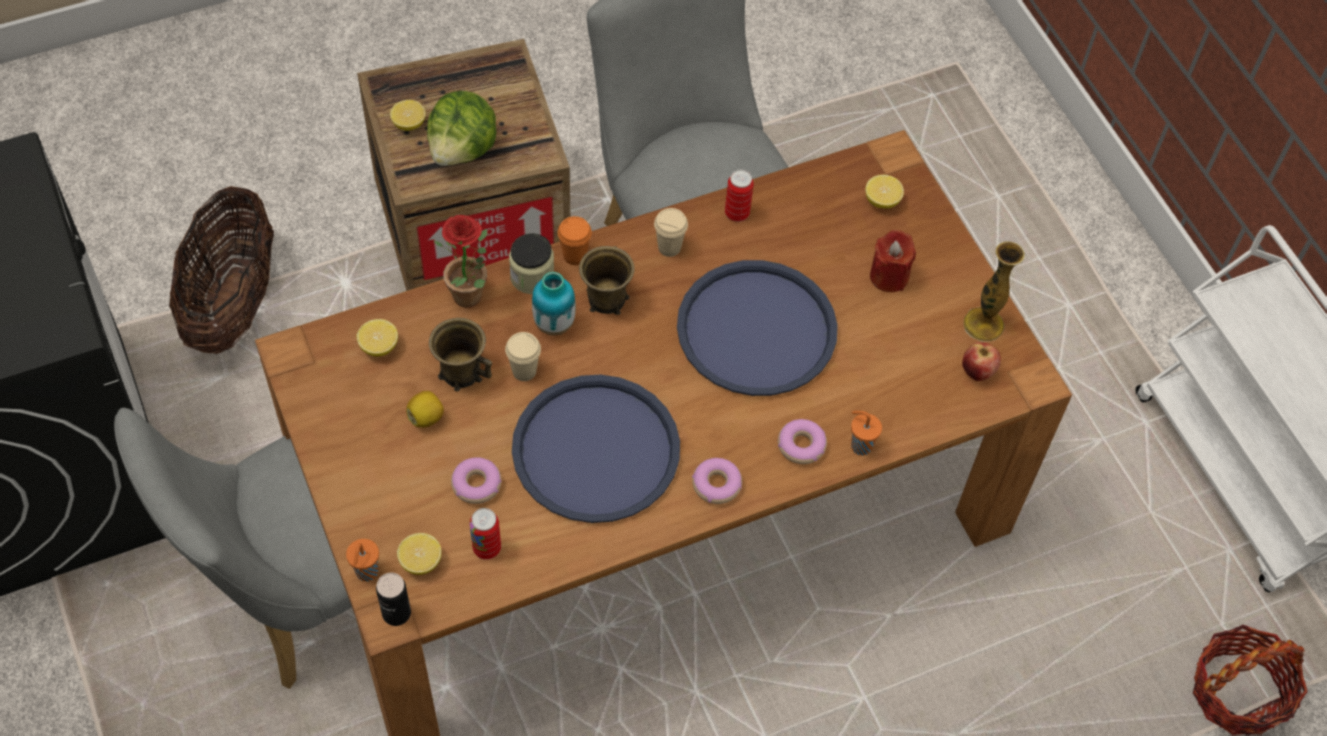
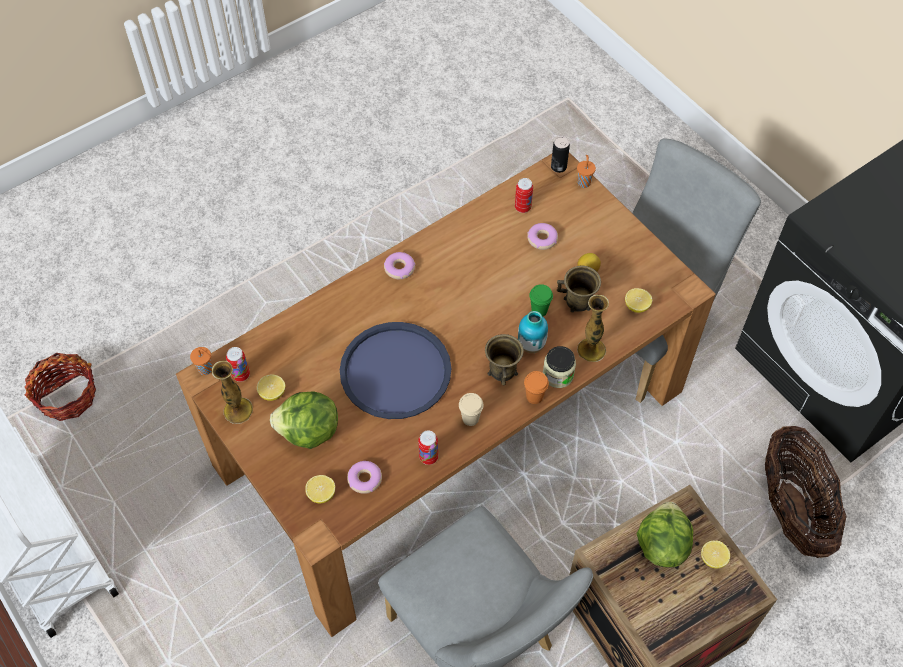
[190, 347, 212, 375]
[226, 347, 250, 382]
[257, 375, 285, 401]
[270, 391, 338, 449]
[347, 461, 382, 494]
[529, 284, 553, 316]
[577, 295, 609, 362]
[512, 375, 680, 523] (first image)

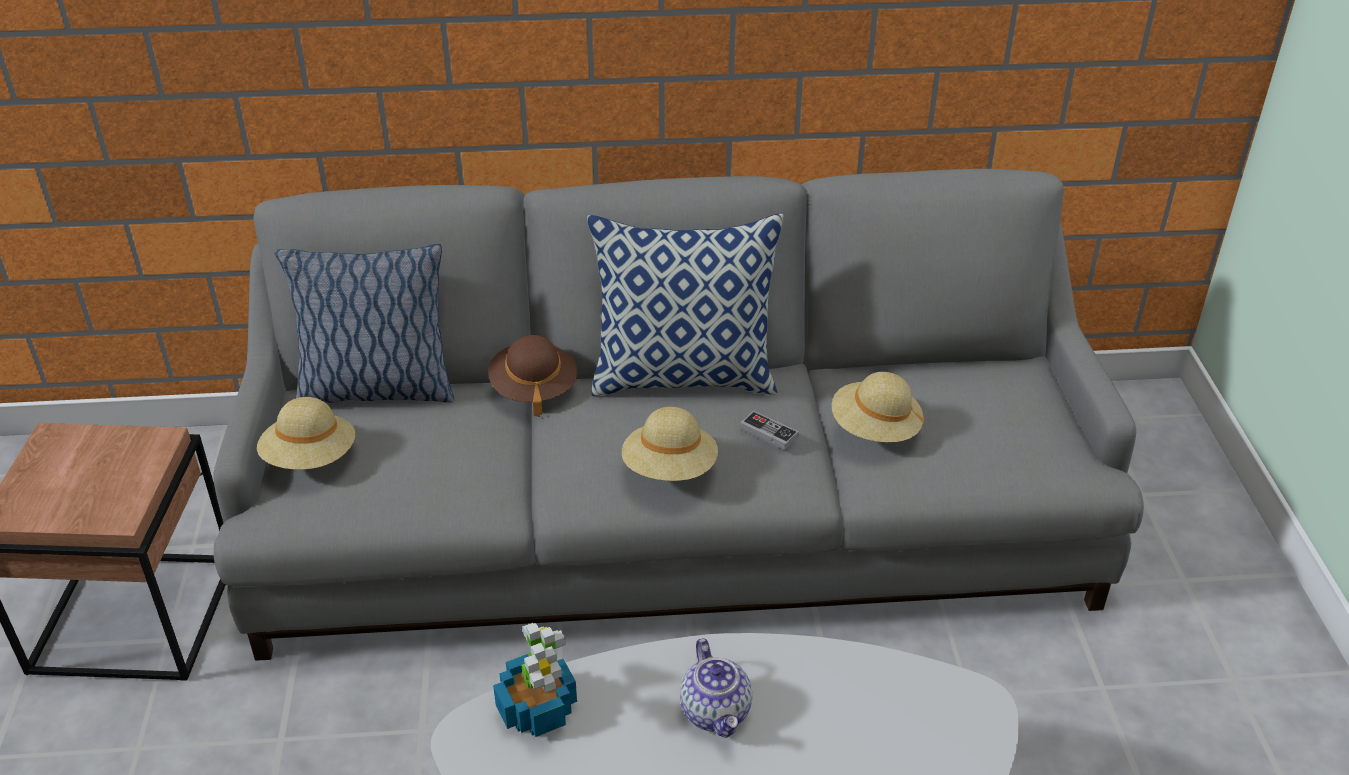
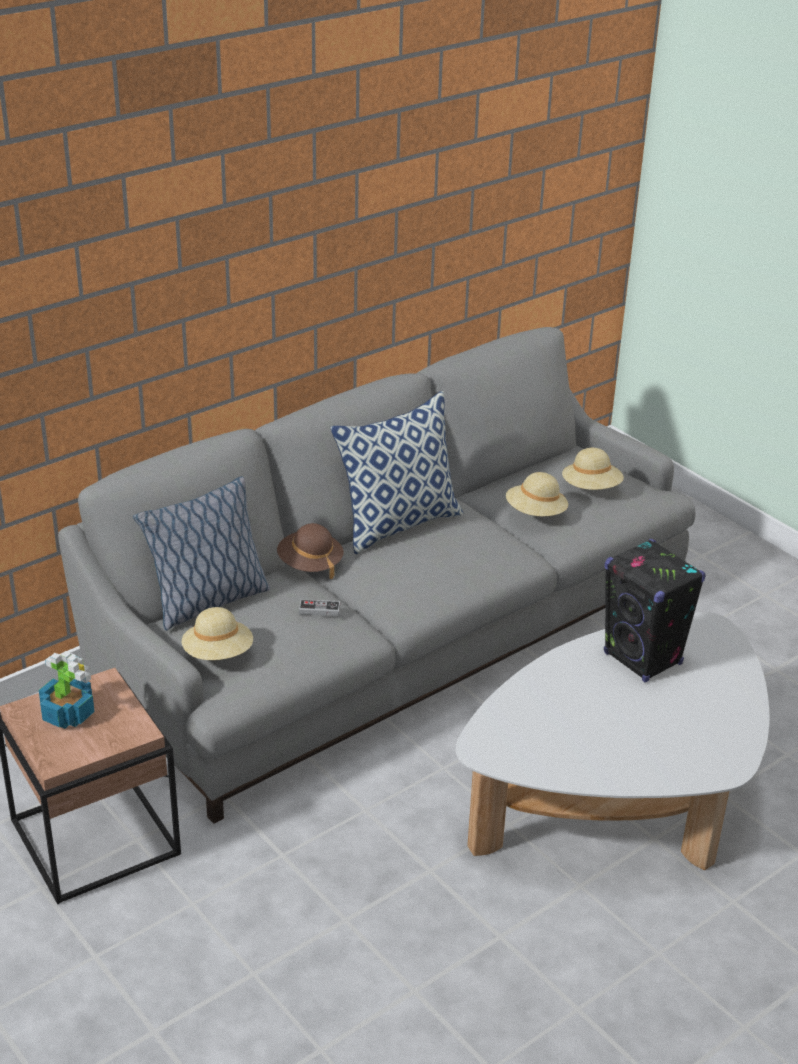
[39, 651, 95, 729]
[299, 599, 340, 616]
[562, 448, 624, 490]
[604, 539, 706, 682]
[680, 638, 752, 738] (first image)

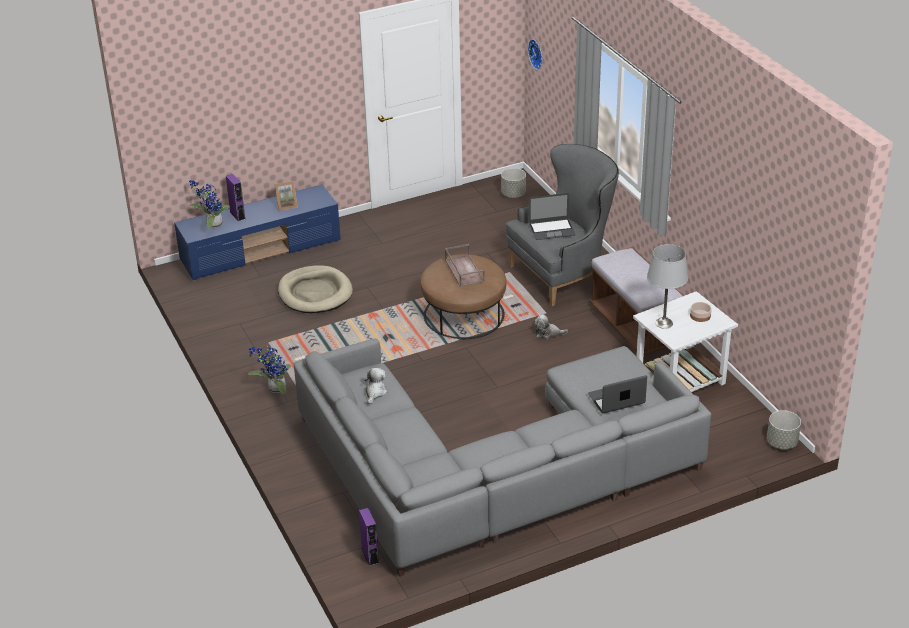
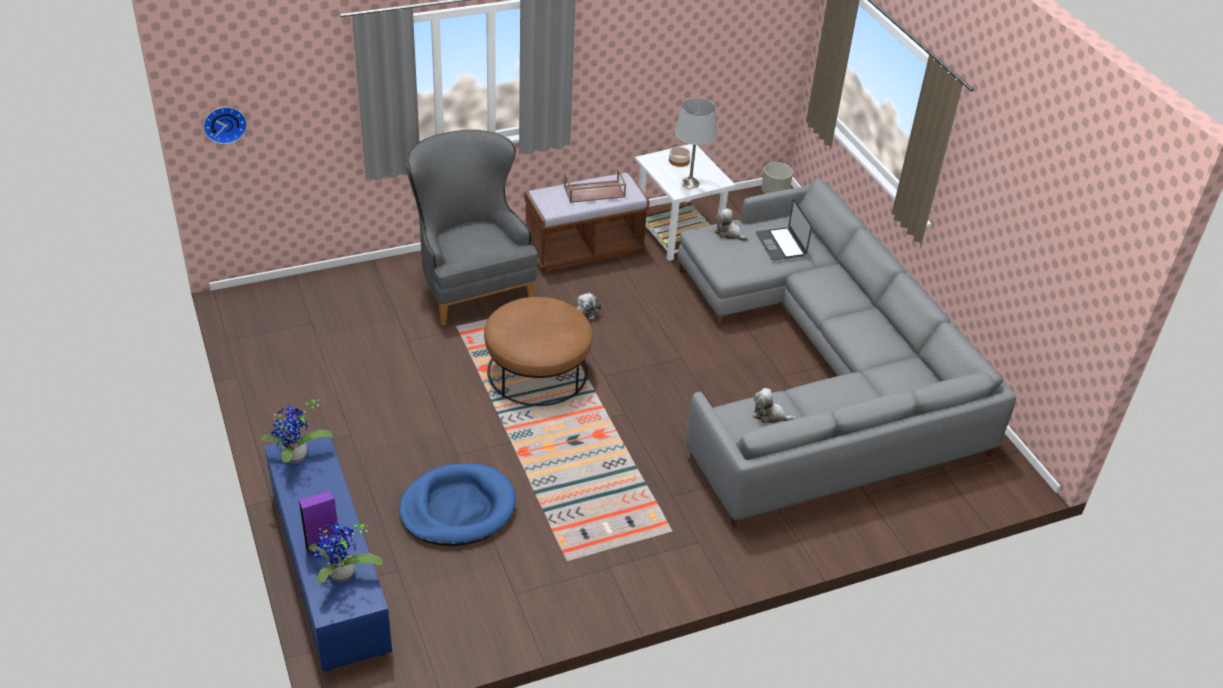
[260, 400, 333, 463]
[399, 463, 516, 546]
[564, 168, 626, 203]
[714, 208, 748, 241]
[275, 181, 298, 211] (first image)
[359, 508, 379, 566] (first image)
[501, 168, 526, 198] (first image)
[529, 193, 576, 240] (first image)

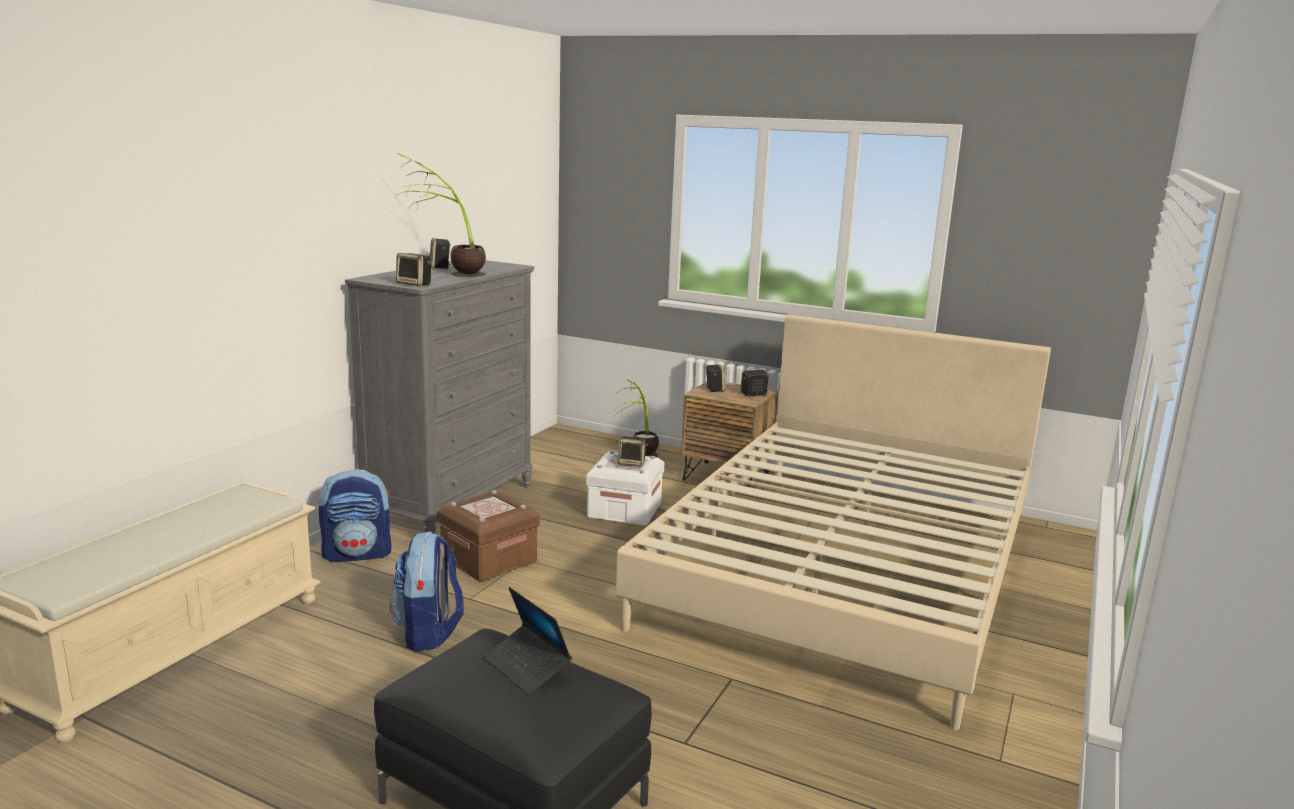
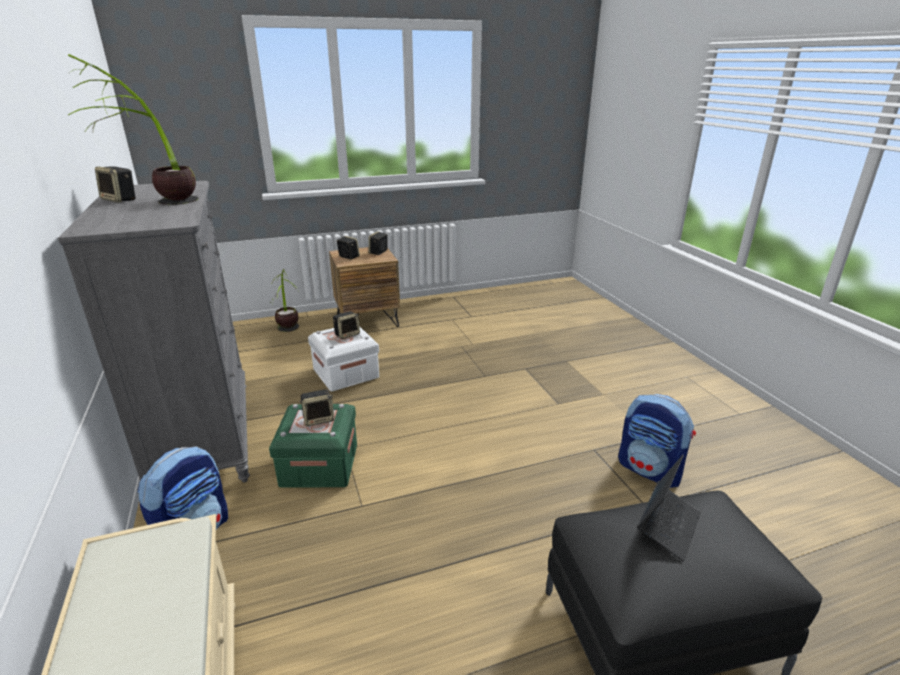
[269, 404, 357, 488]
[300, 389, 334, 426]
[618, 394, 696, 488]
[637, 455, 701, 561]
[616, 314, 1051, 730] (first image)

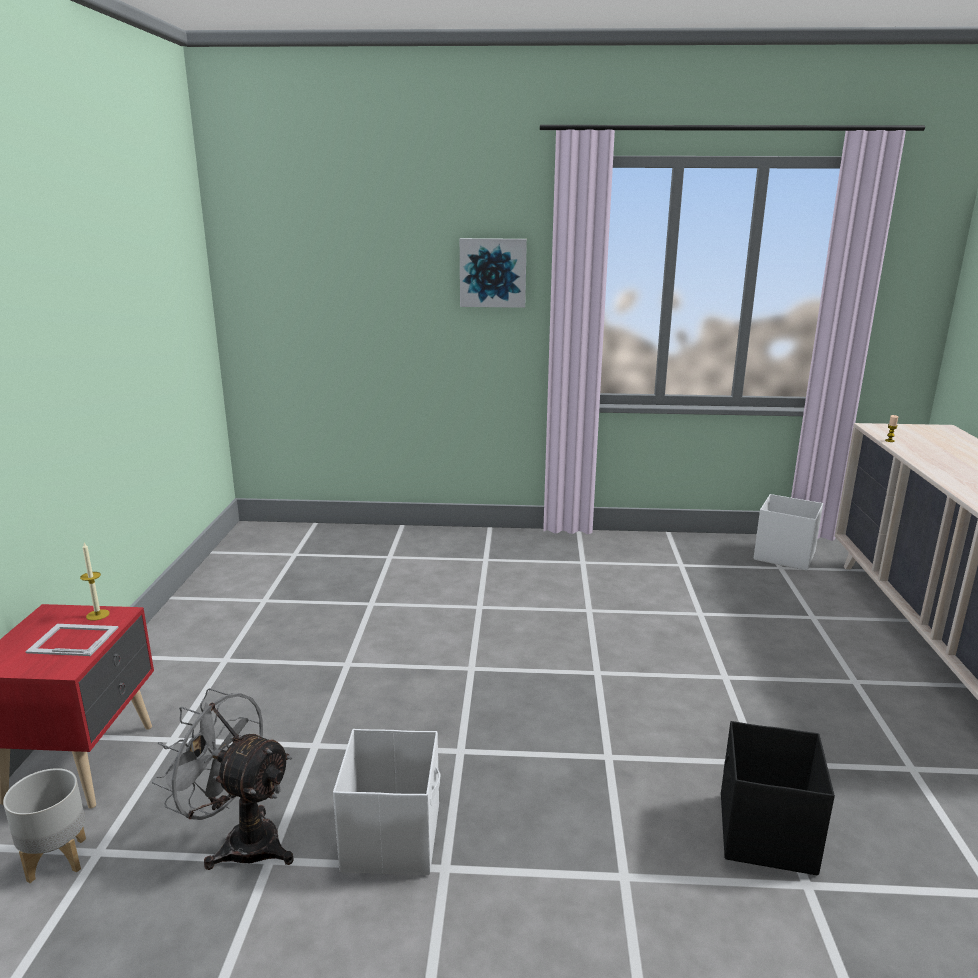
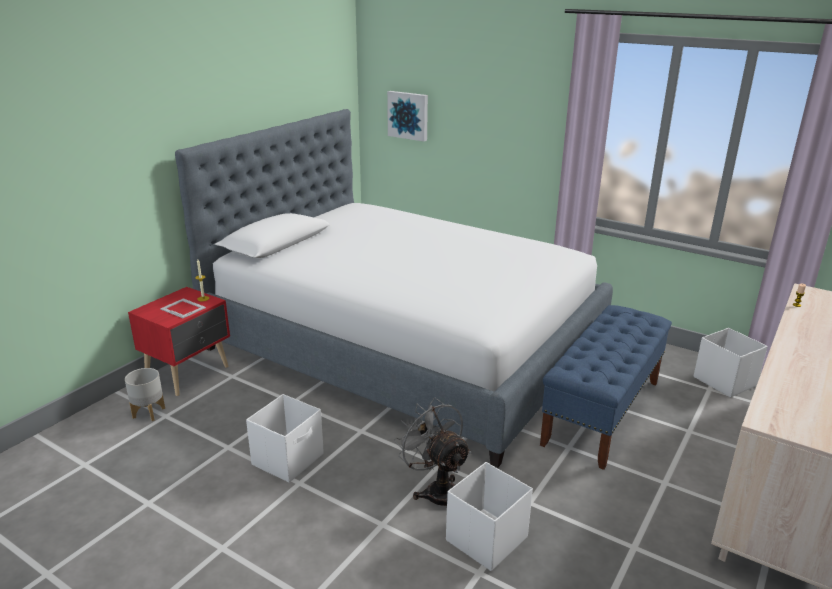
[175, 109, 613, 468]
[387, 91, 428, 142]
[394, 398, 472, 506]
[446, 462, 533, 571]
[540, 305, 672, 470]

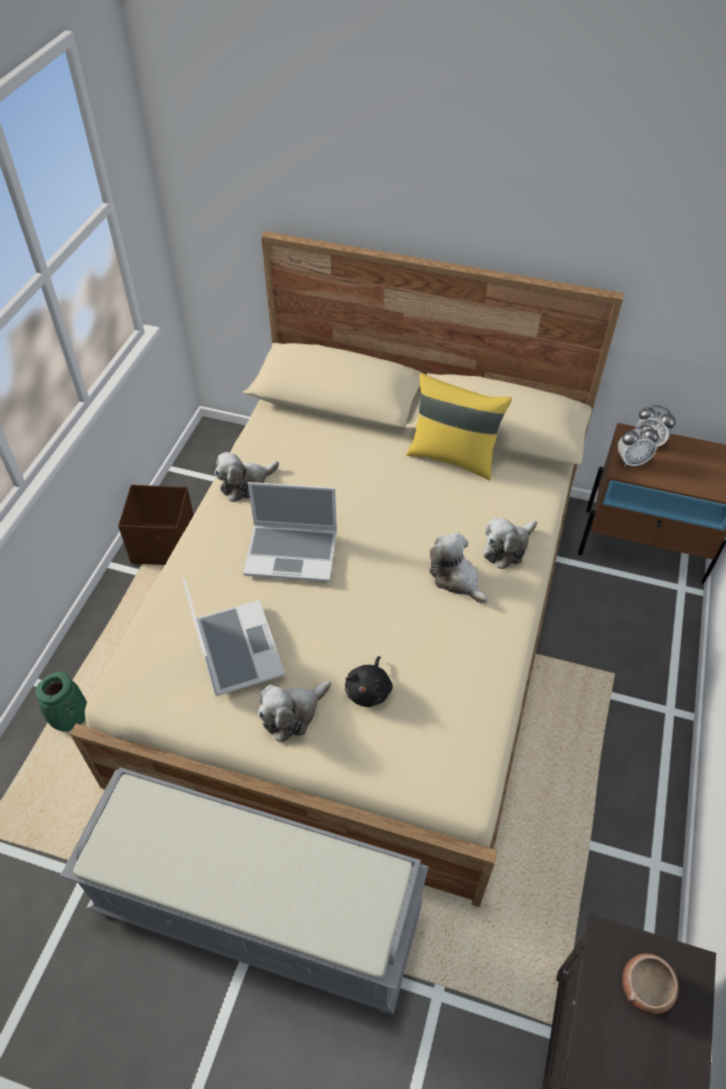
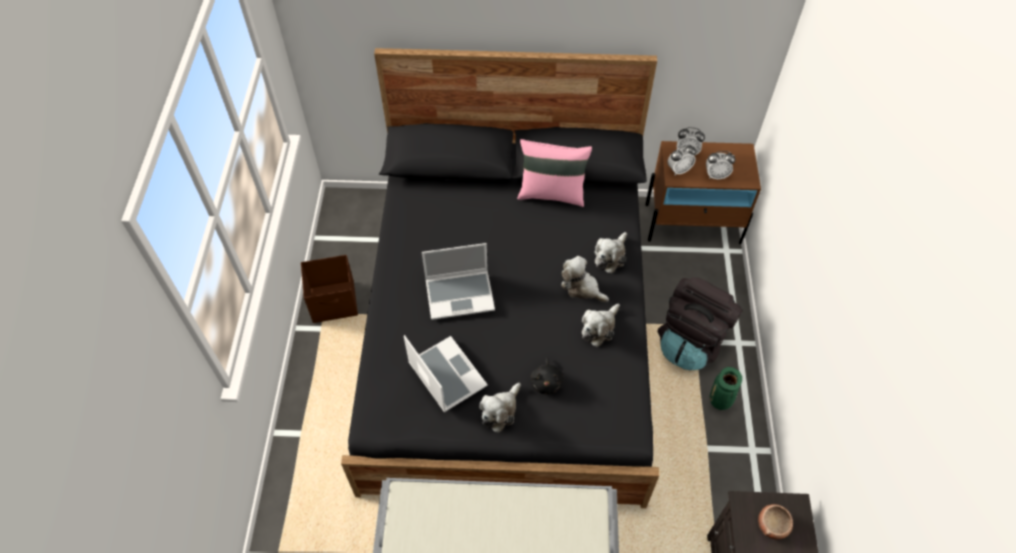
[341, 48, 659, 508]
[517, 139, 592, 207]
[582, 303, 620, 347]
[657, 277, 743, 370]
[706, 151, 735, 179]
[710, 367, 742, 410]

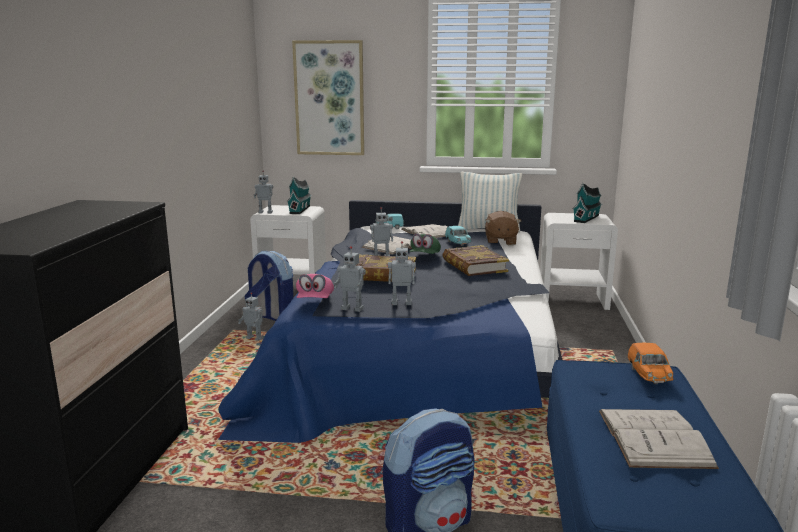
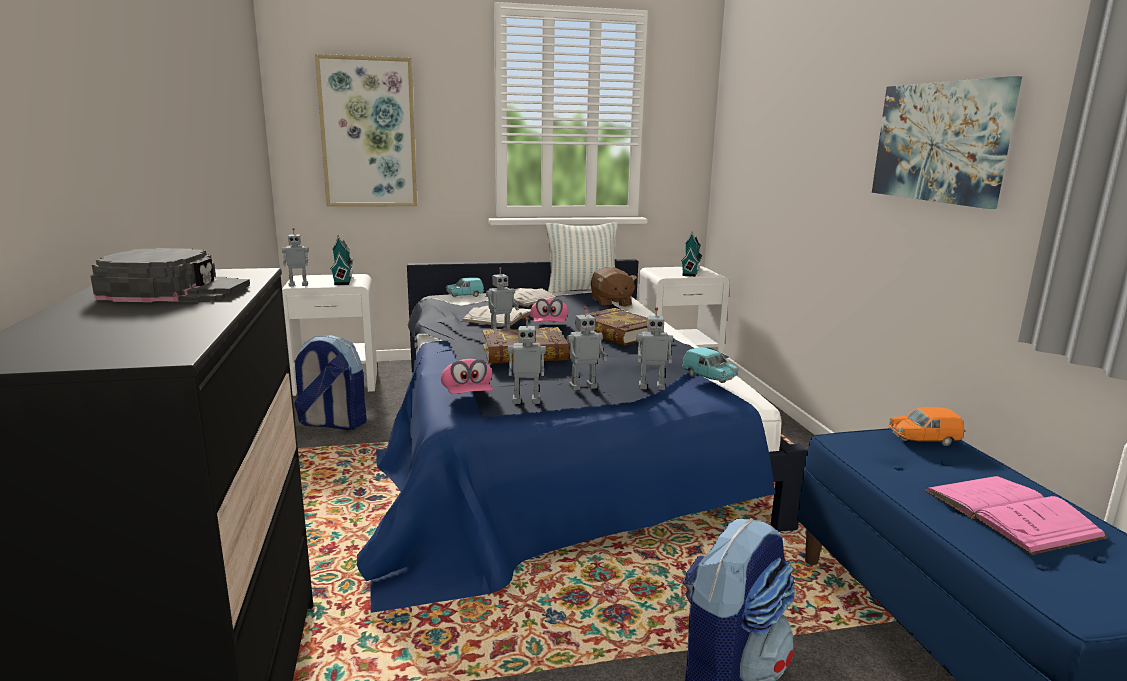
[90, 248, 250, 302]
[530, 298, 568, 323]
[637, 307, 673, 390]
[682, 347, 738, 383]
[872, 76, 1022, 209]
[888, 407, 965, 446]
[924, 476, 1108, 555]

